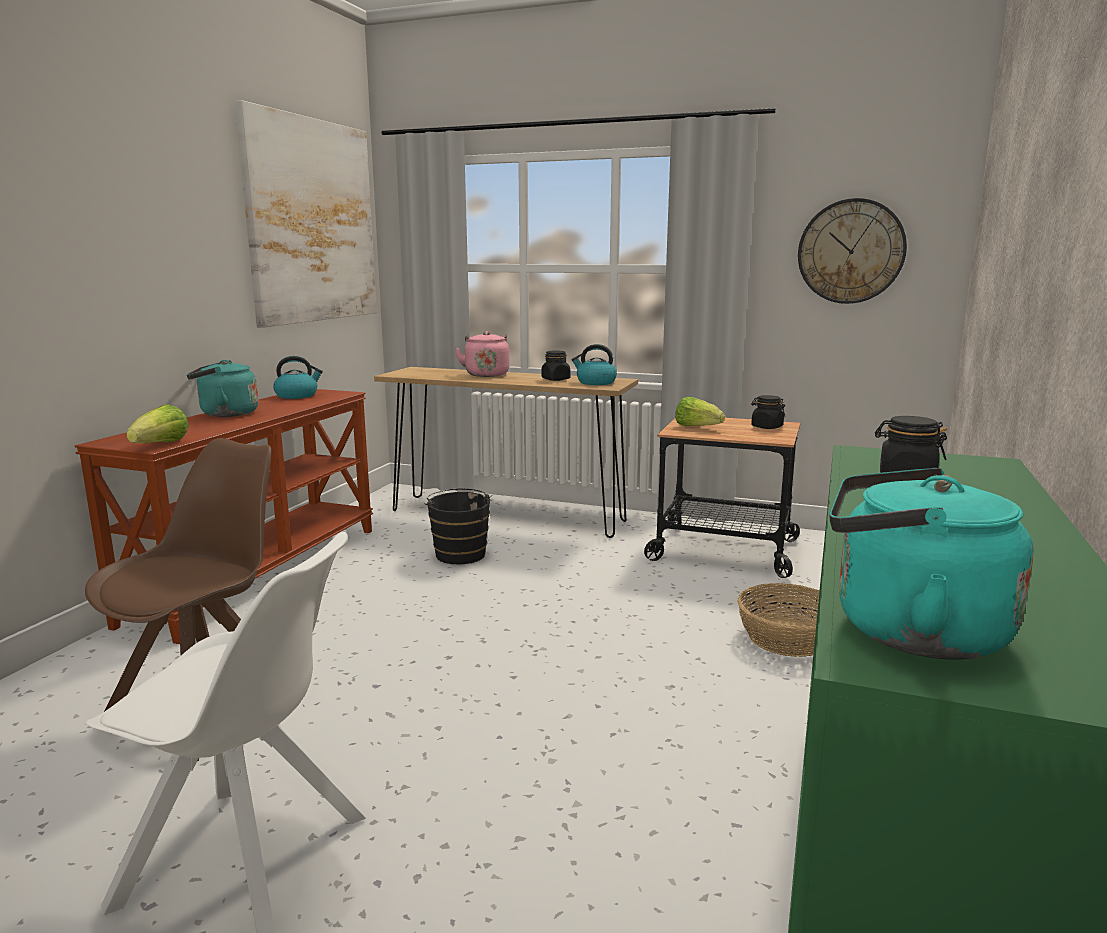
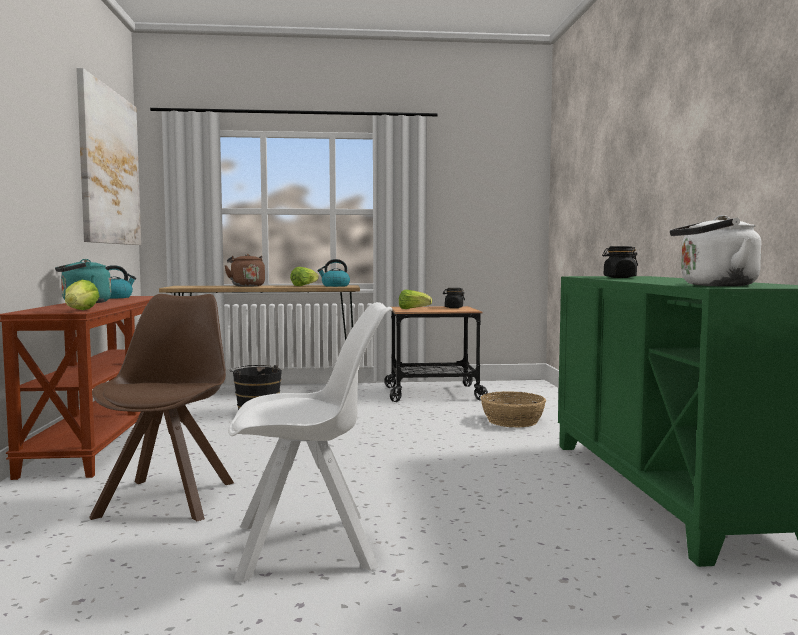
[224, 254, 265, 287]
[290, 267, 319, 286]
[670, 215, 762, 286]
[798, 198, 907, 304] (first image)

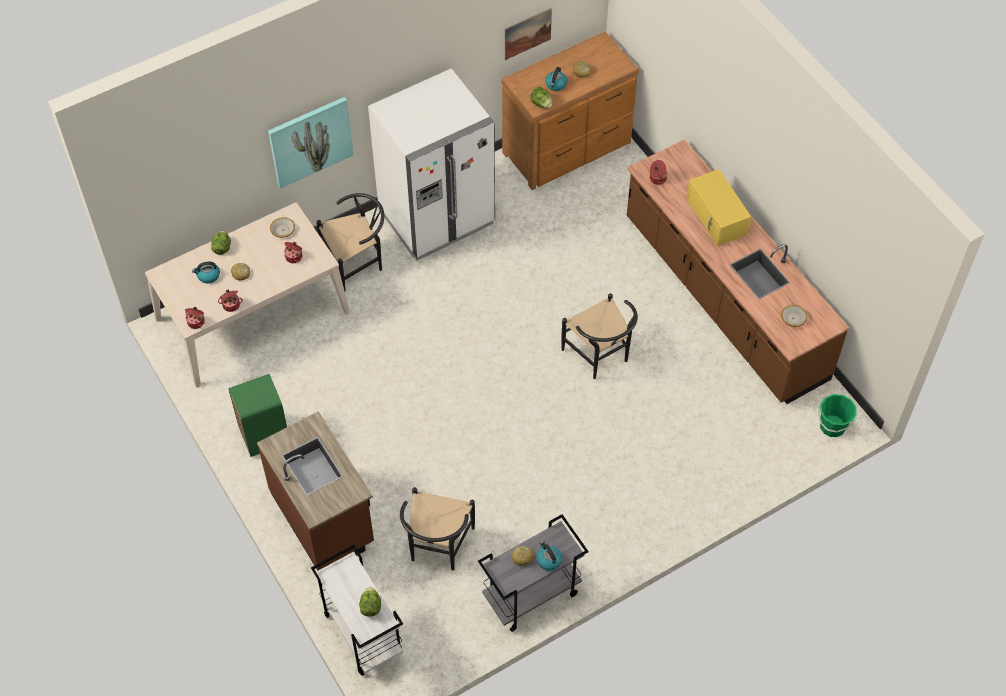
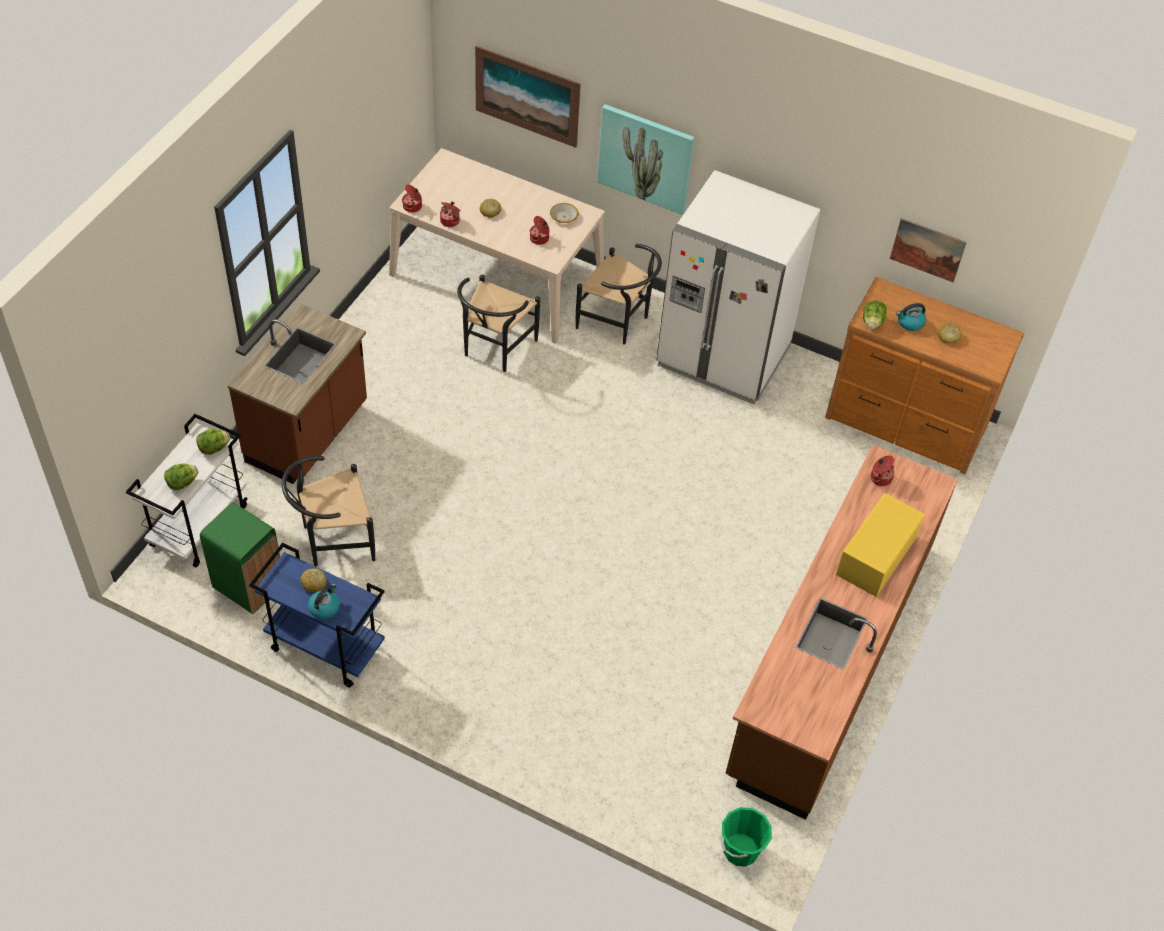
[196, 429, 230, 455]
[200, 502, 280, 614]
[249, 543, 385, 688]
[457, 275, 540, 372]
[475, 46, 581, 148]
[192, 261, 220, 284] (first image)
[781, 305, 807, 327] (first image)

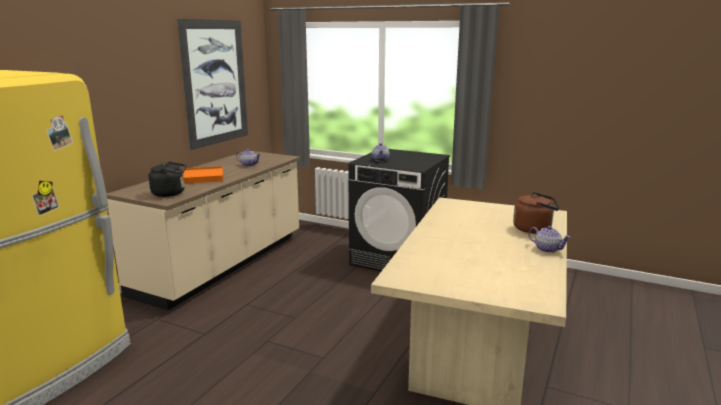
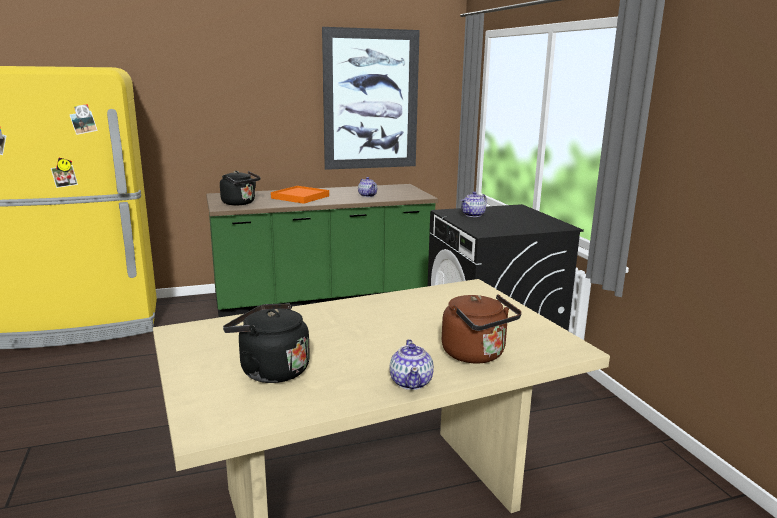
[206, 184, 438, 317]
[223, 303, 310, 383]

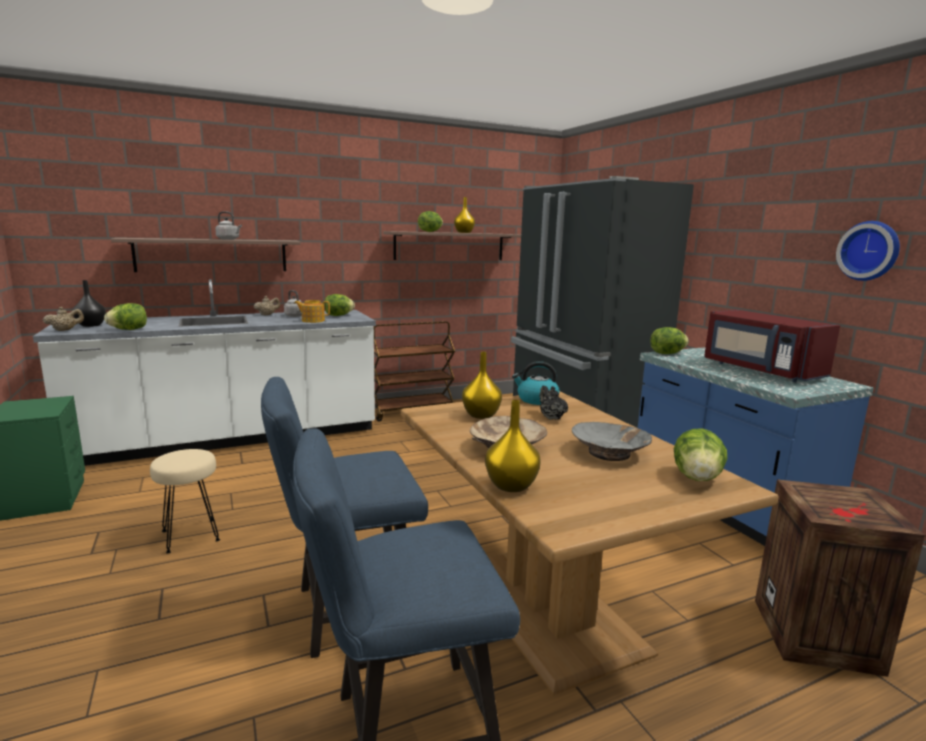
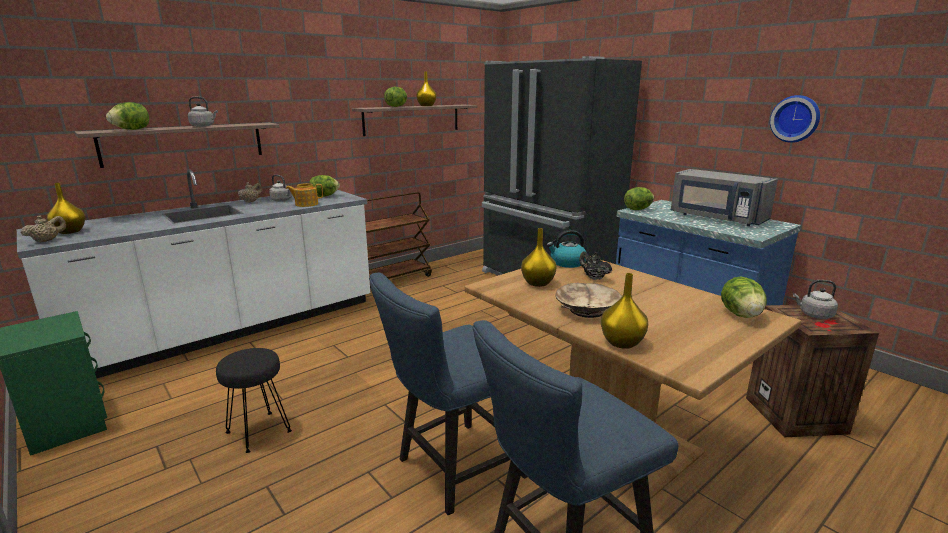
[47, 183, 85, 234]
[106, 102, 149, 130]
[216, 348, 292, 453]
[671, 169, 778, 226]
[793, 280, 838, 319]
[572, 422, 652, 461] (first image)

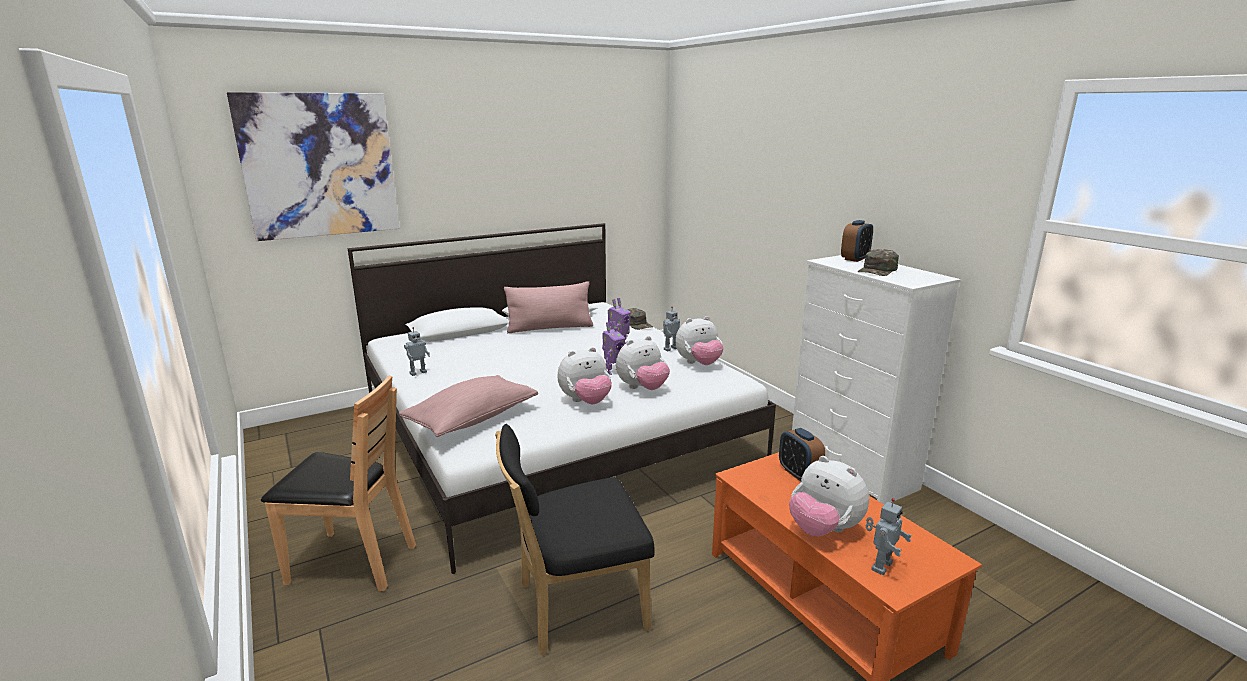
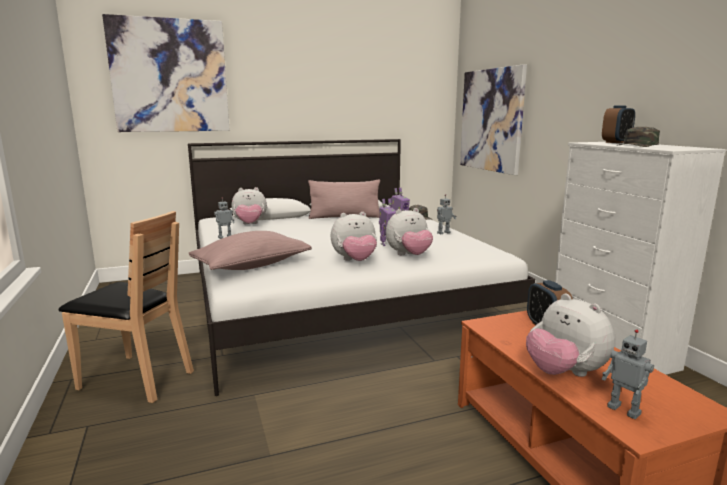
[232, 187, 267, 224]
[460, 64, 527, 175]
[602, 329, 654, 419]
[495, 424, 654, 655] (first image)

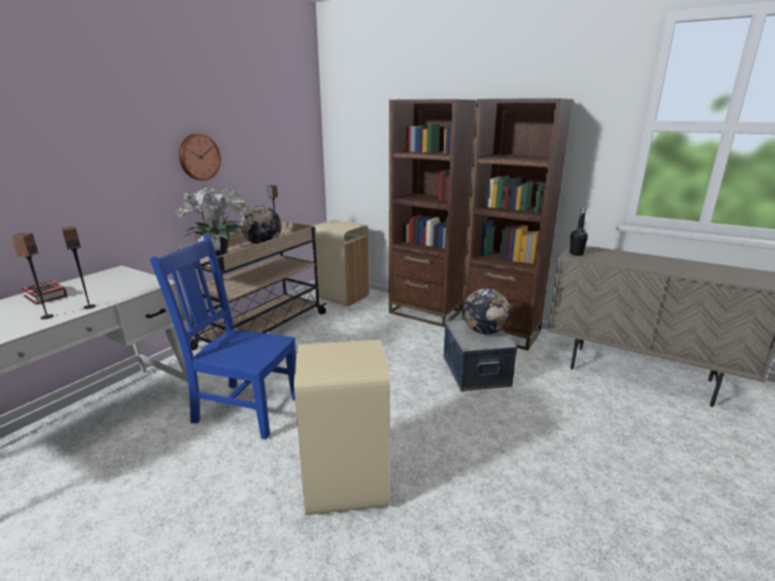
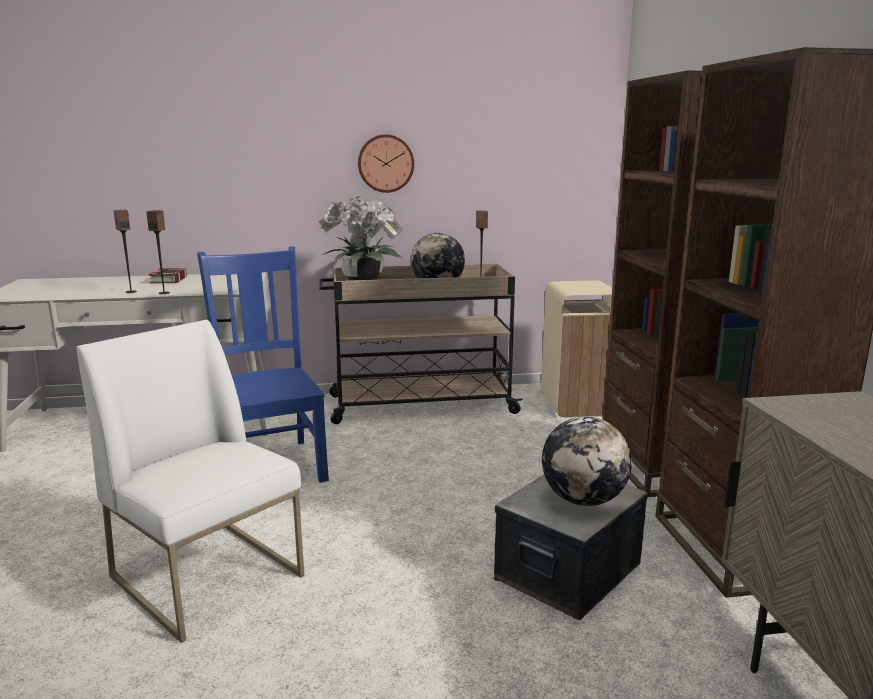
[77, 320, 304, 643]
[570, 208, 588, 256] (first image)

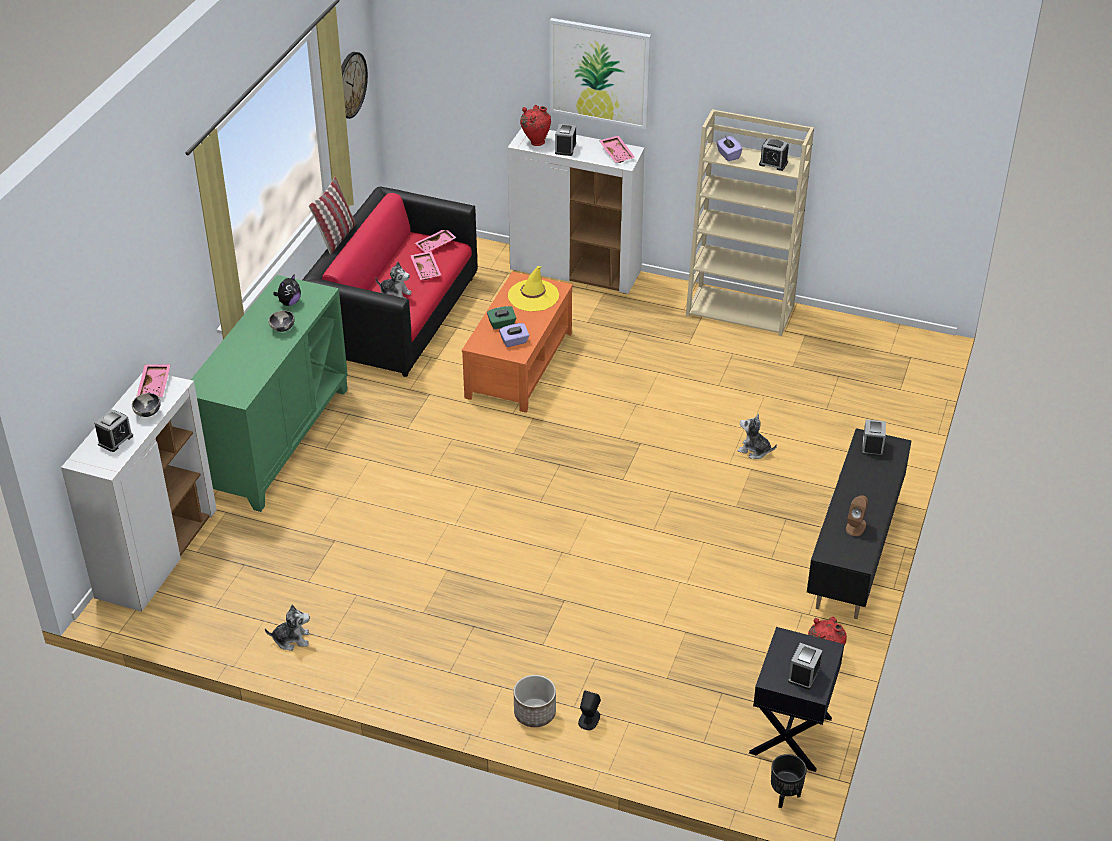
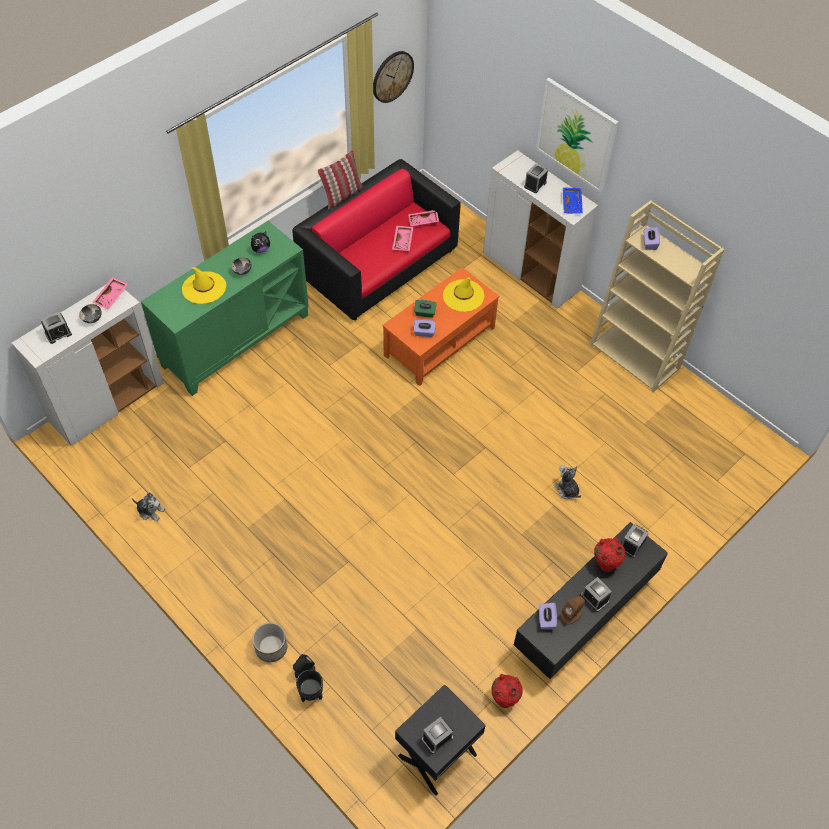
[182, 267, 226, 304]
[296, 670, 323, 702]
[539, 603, 557, 630]
[563, 188, 583, 214]
[581, 577, 612, 612]
[594, 537, 626, 572]
[375, 261, 412, 299] (first image)

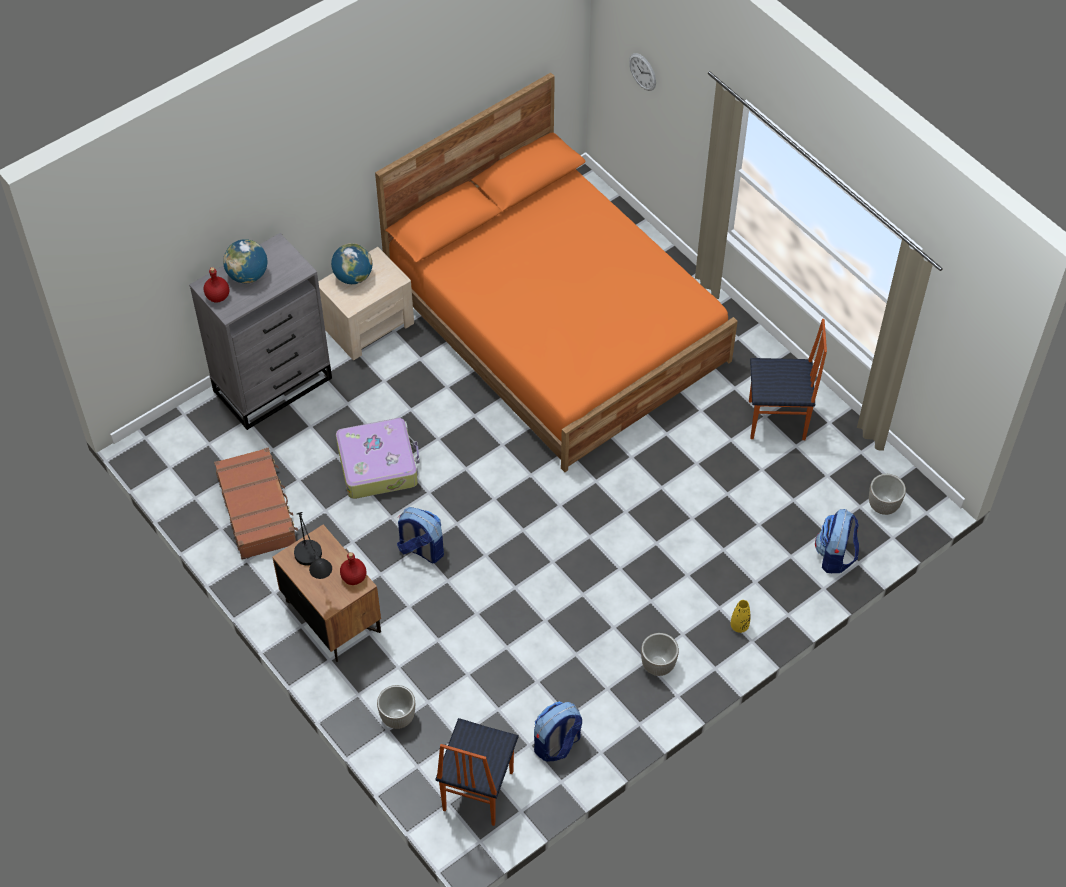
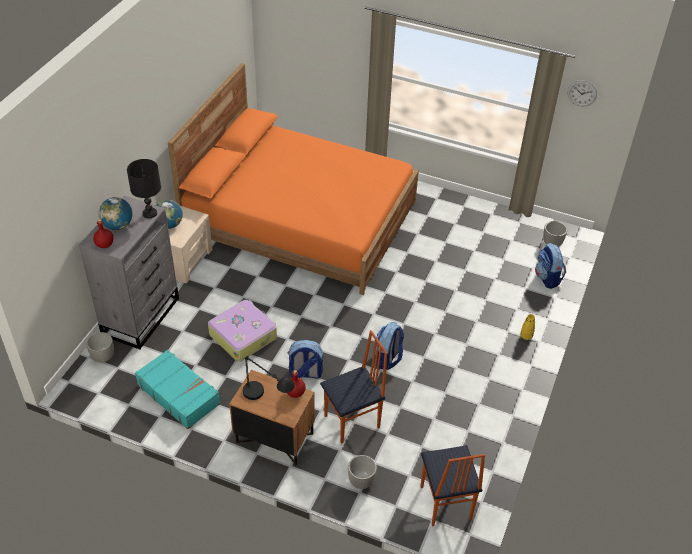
[86, 332, 114, 362]
[127, 159, 161, 218]
[135, 350, 220, 429]
[320, 330, 387, 444]
[373, 322, 404, 370]
[567, 80, 597, 106]

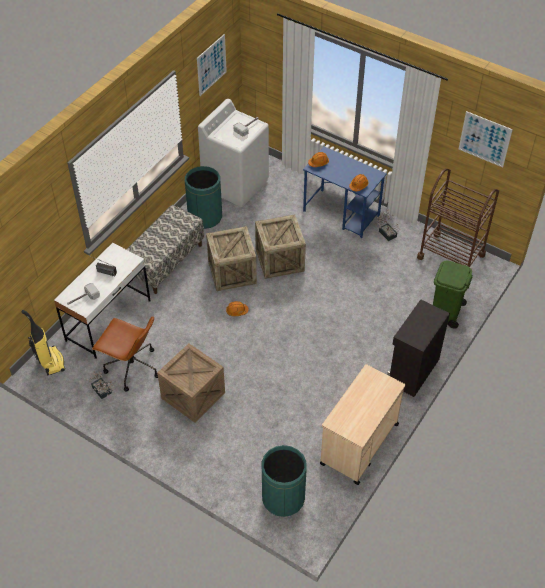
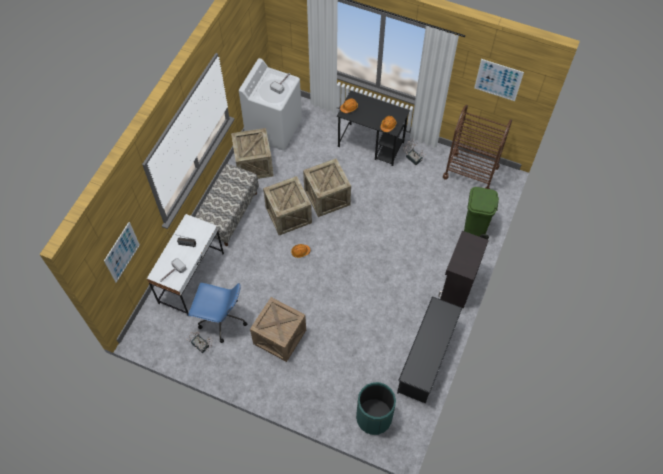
[104, 222, 140, 283]
[188, 283, 247, 343]
[231, 128, 274, 179]
[337, 90, 410, 166]
[397, 296, 462, 404]
[22, 310, 65, 376] (first image)

